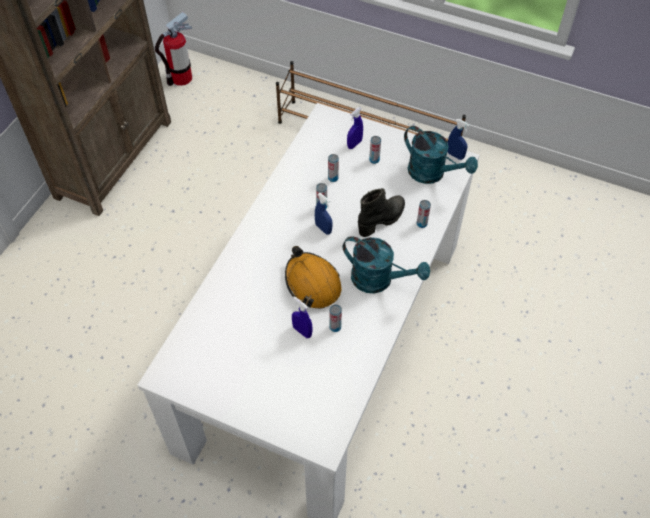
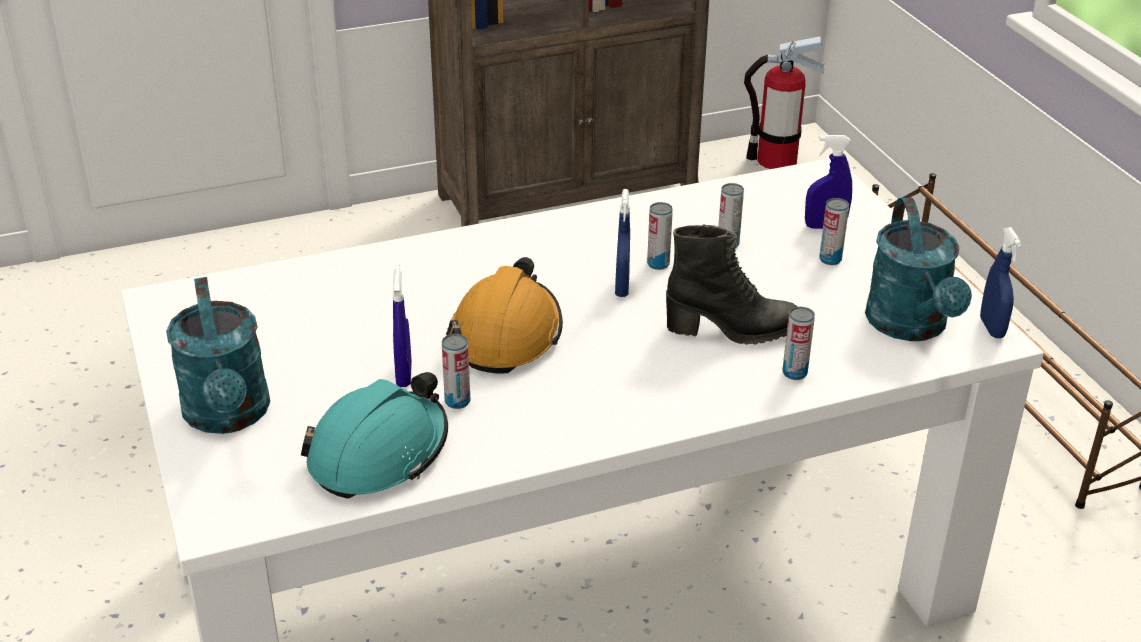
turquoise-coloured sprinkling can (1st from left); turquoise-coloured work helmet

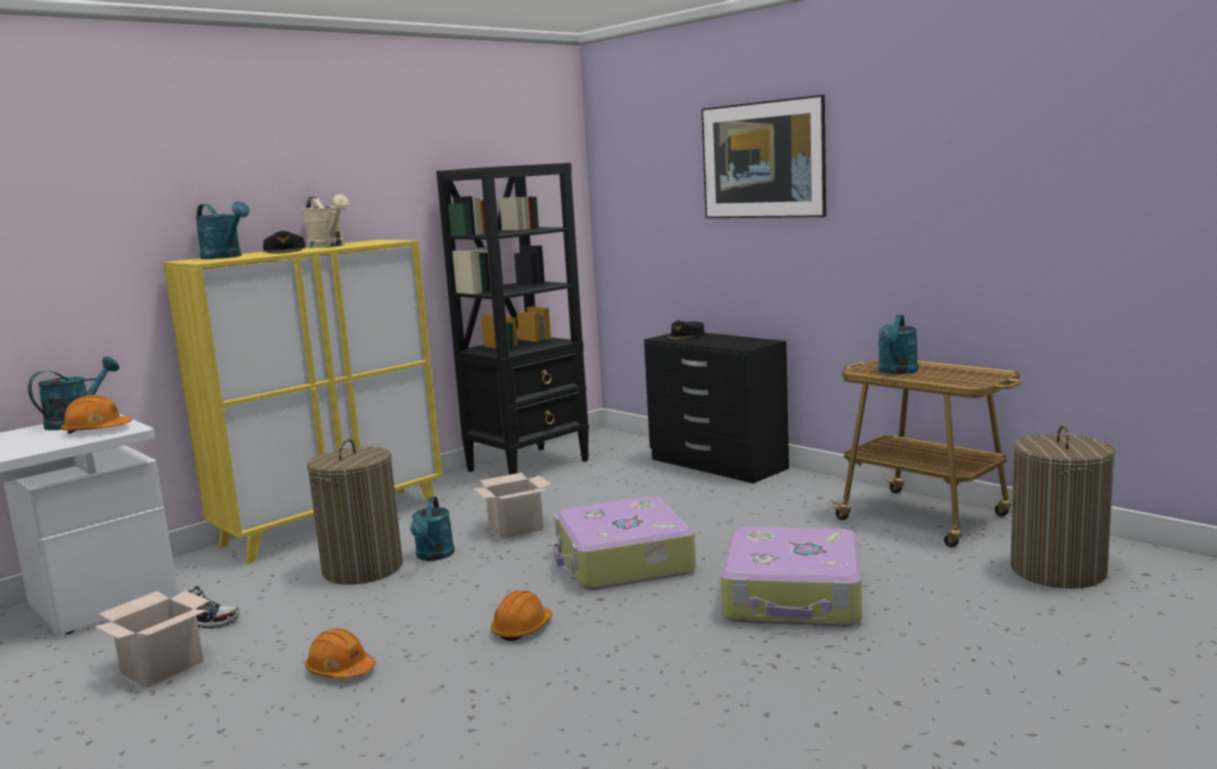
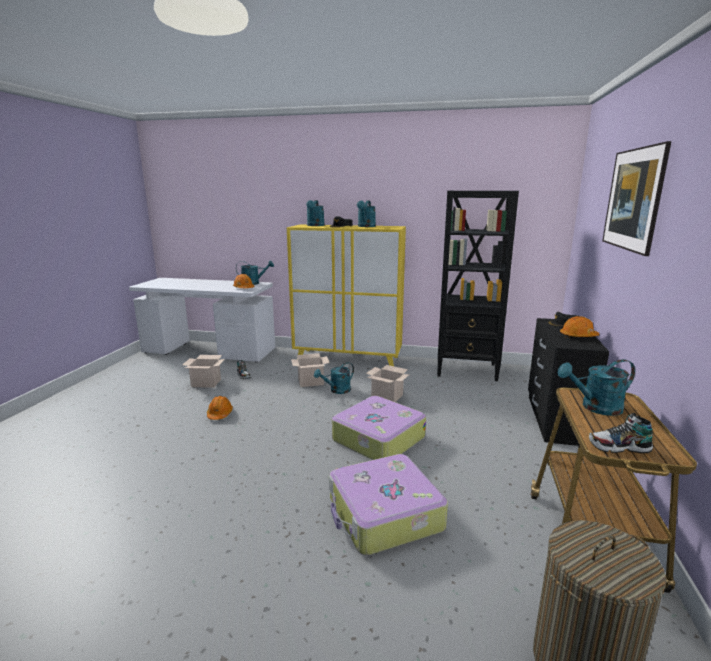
packing box (2nd from left); turquoise-coloured sprinkling can (4th from left); orange work helmet (3rd from left); shoe (2nd from left)

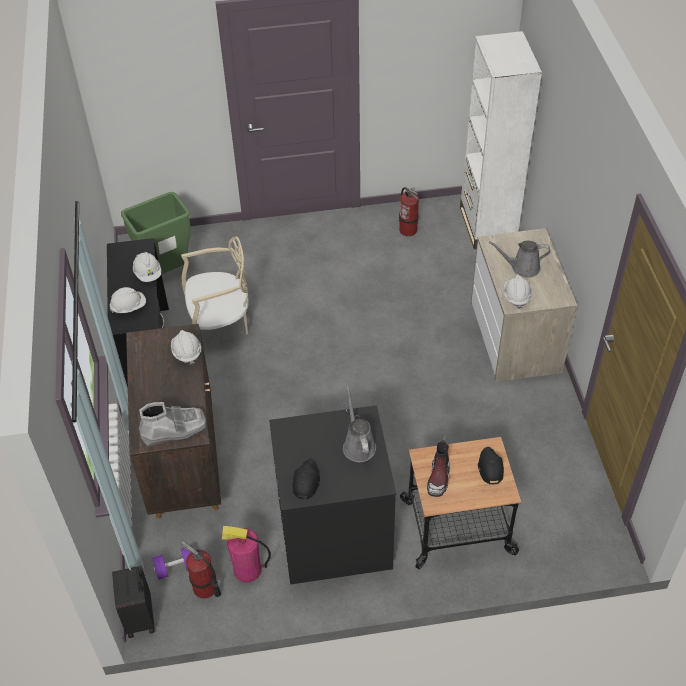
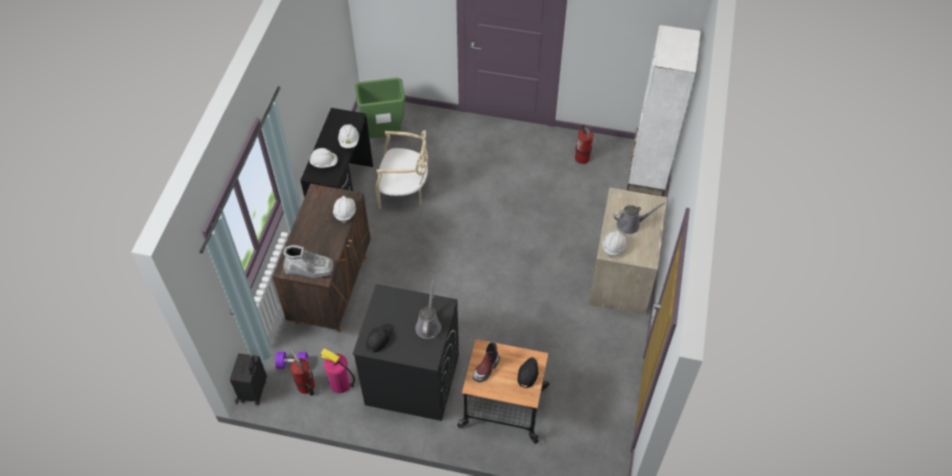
grey sprinkling can (2nd from left)

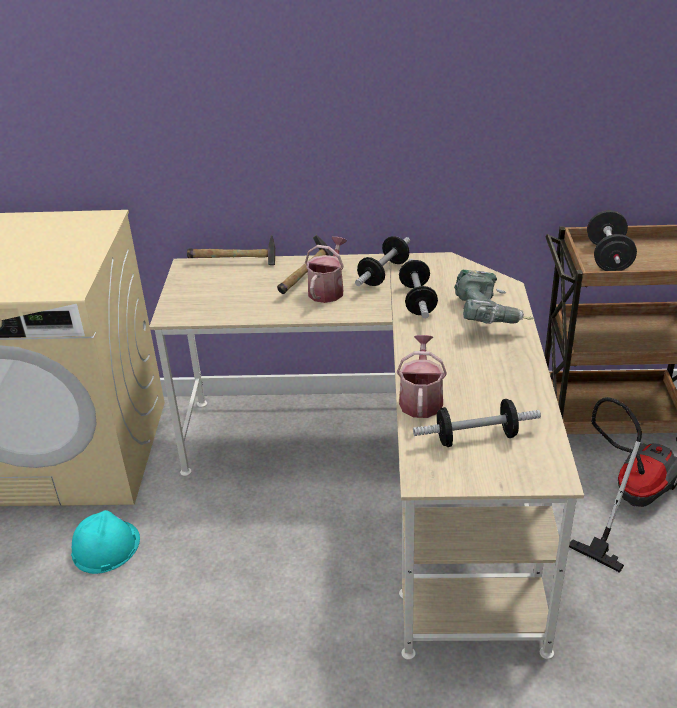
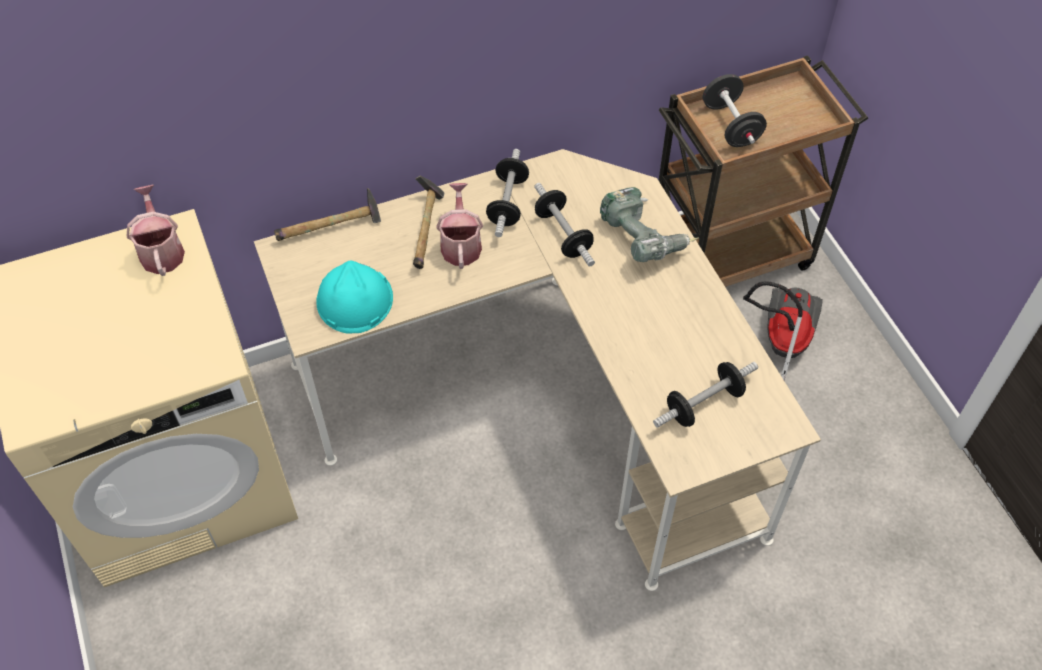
sprinkling can (1st from left); turquoise-coloured work helmet

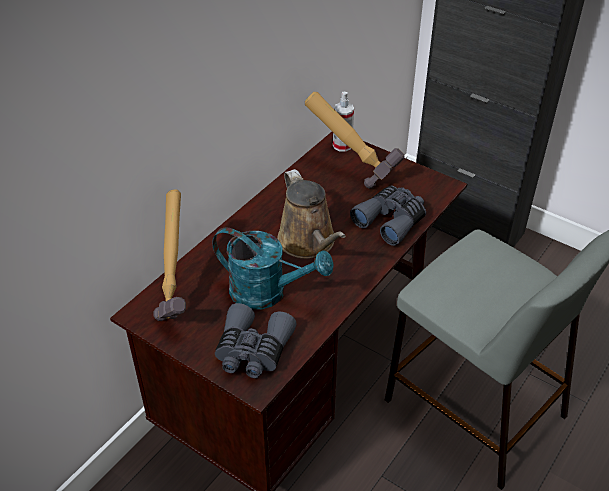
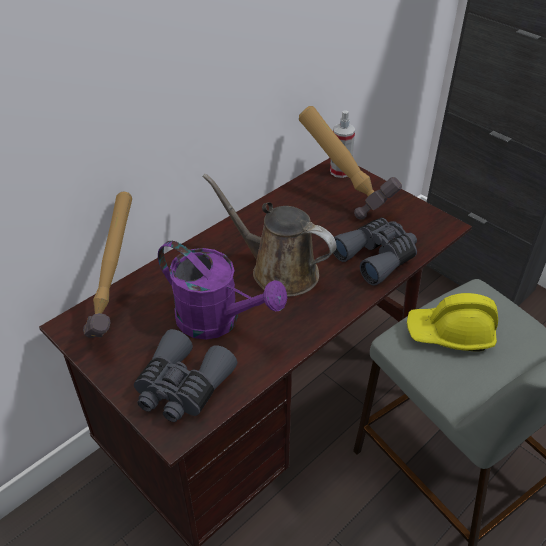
purple-coloured sprinkling can; brown sprinkling can; yellowish work helmet

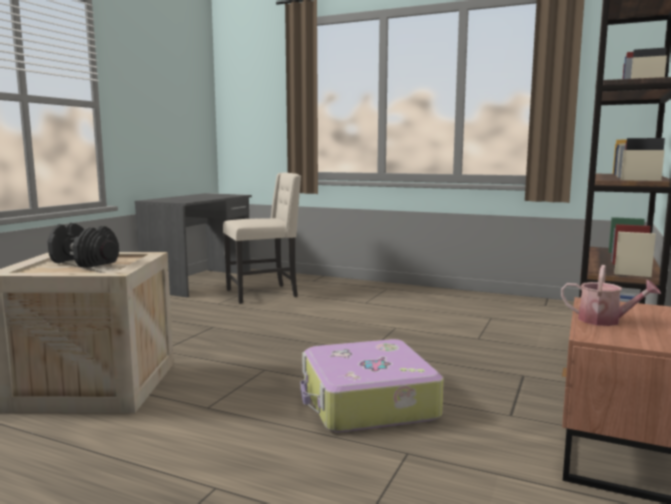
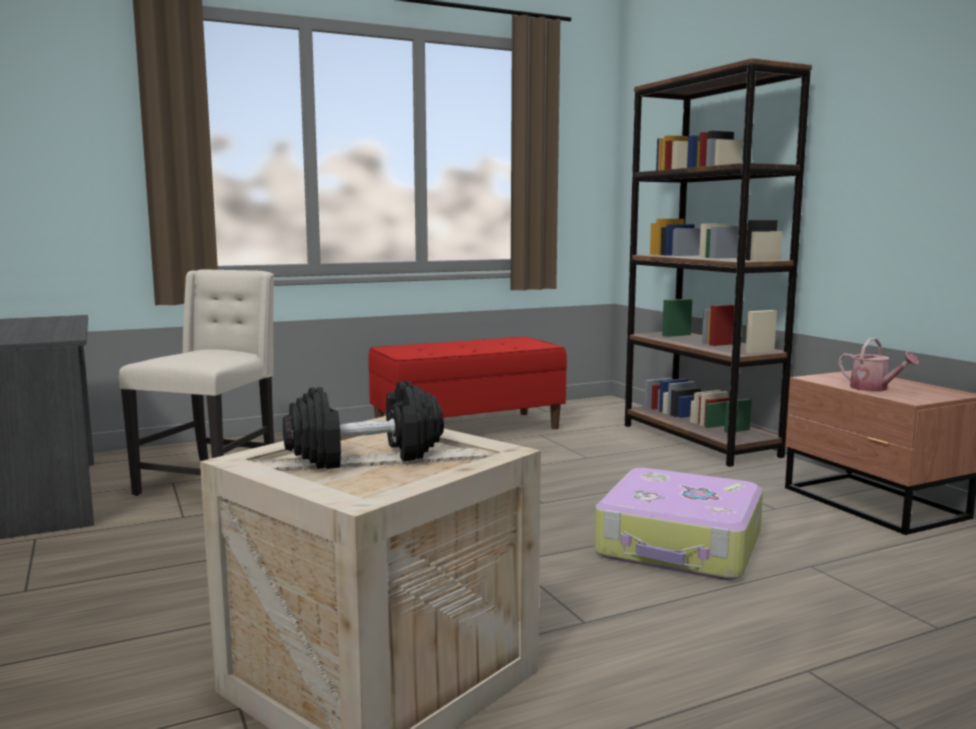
red long seat; sprinkling can

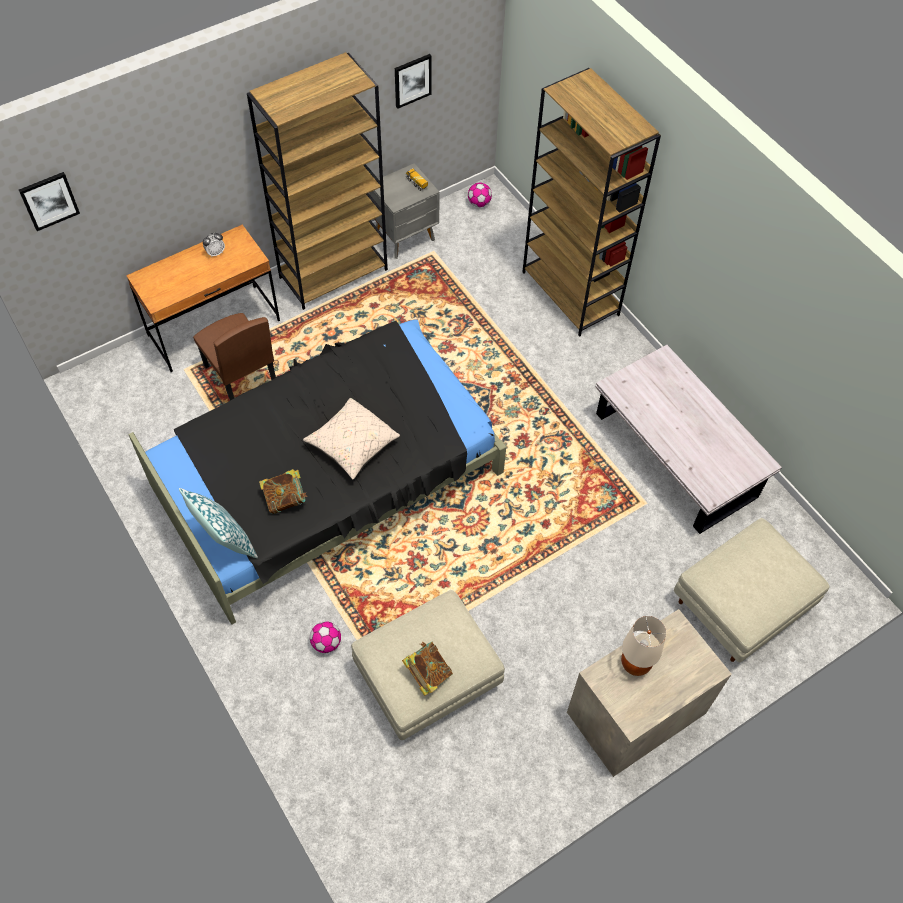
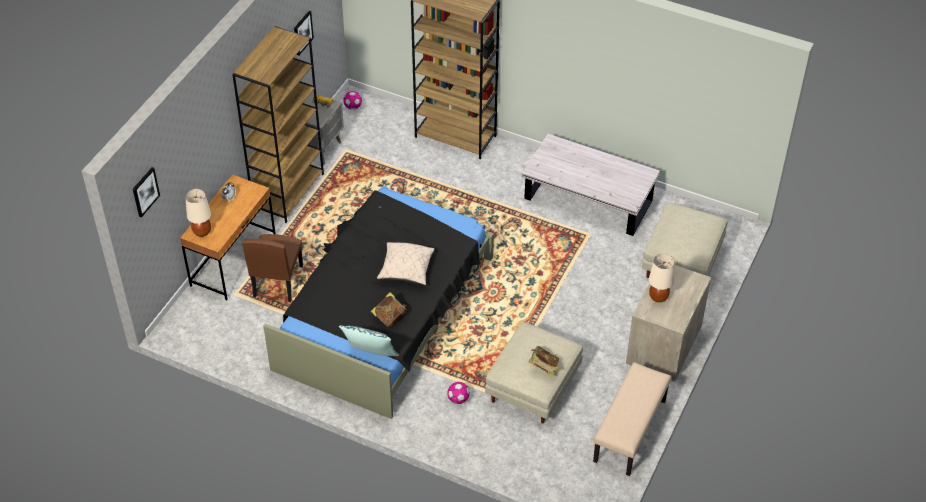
sand-coloured tabletop lamp (1st from left); brown chair; sand-coloured long seat

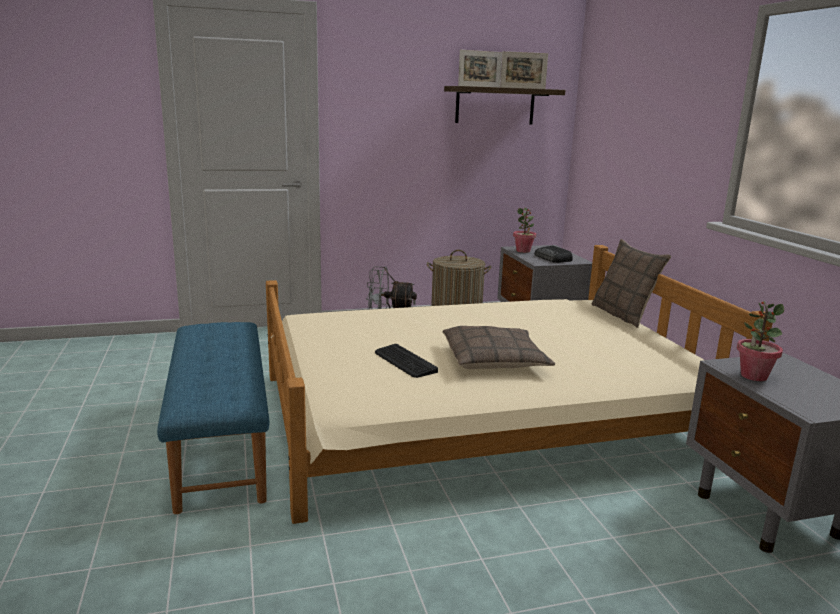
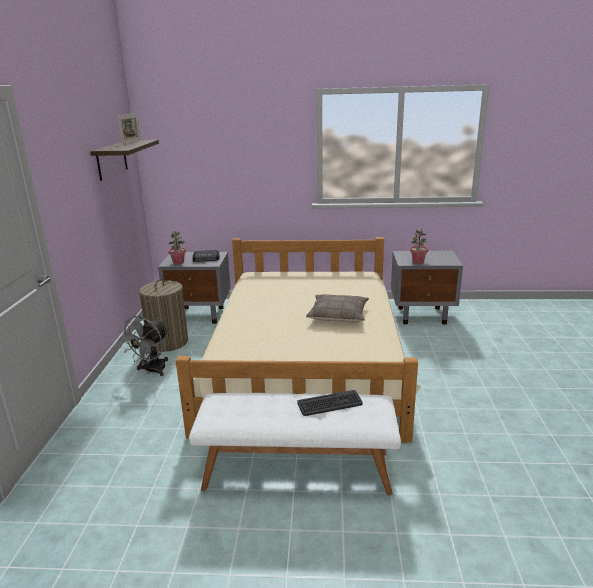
white-coloured long seat; computer keyboard; photo frame (1st from left in the first image); cushion (2nd from left in the first image)

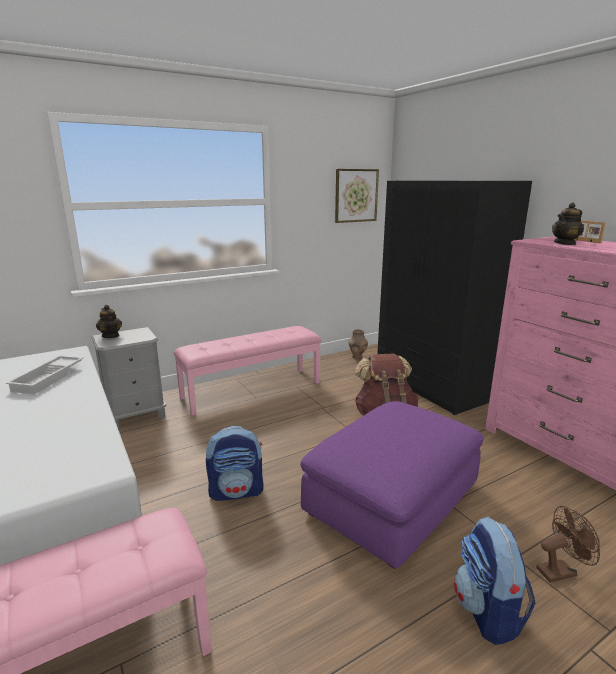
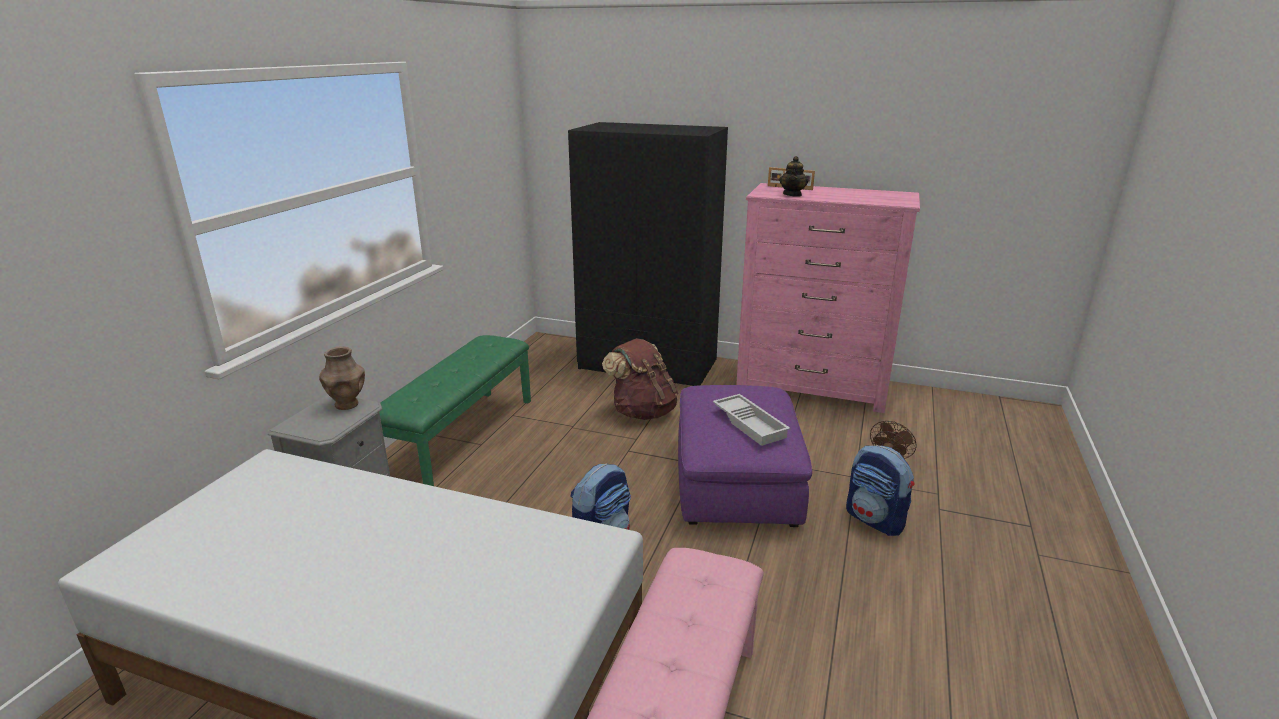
brown flower vase; greenish long seat; white-coloured serving tray; pot for tea (1st from left in the first image); wall art

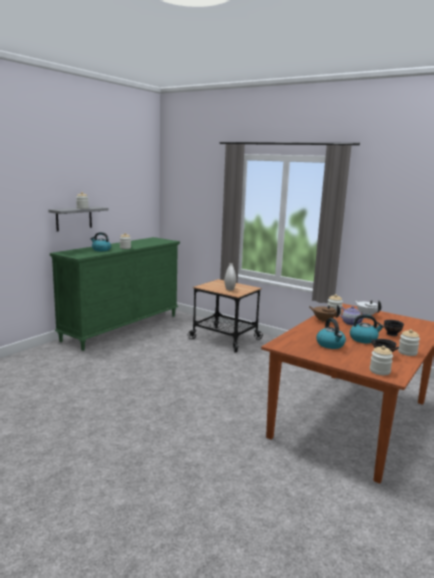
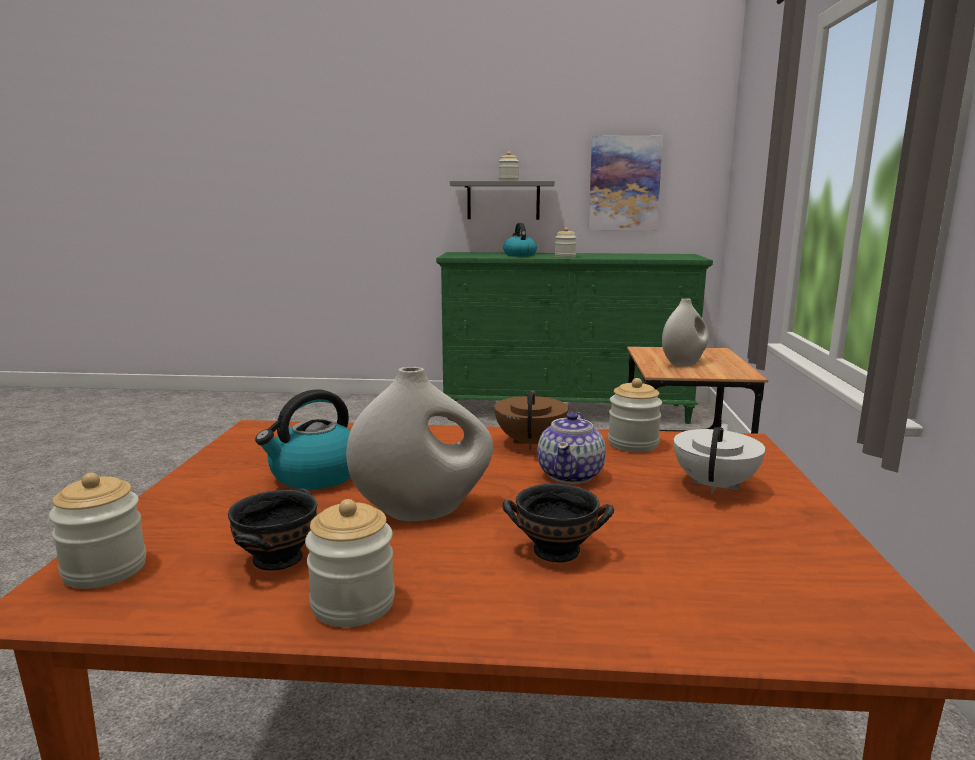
white-coloured flower vase (1st from left); wall art

